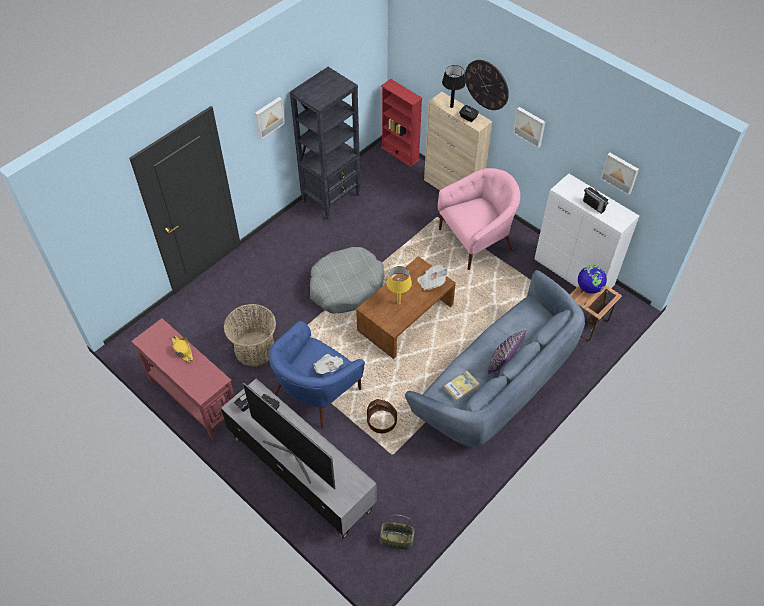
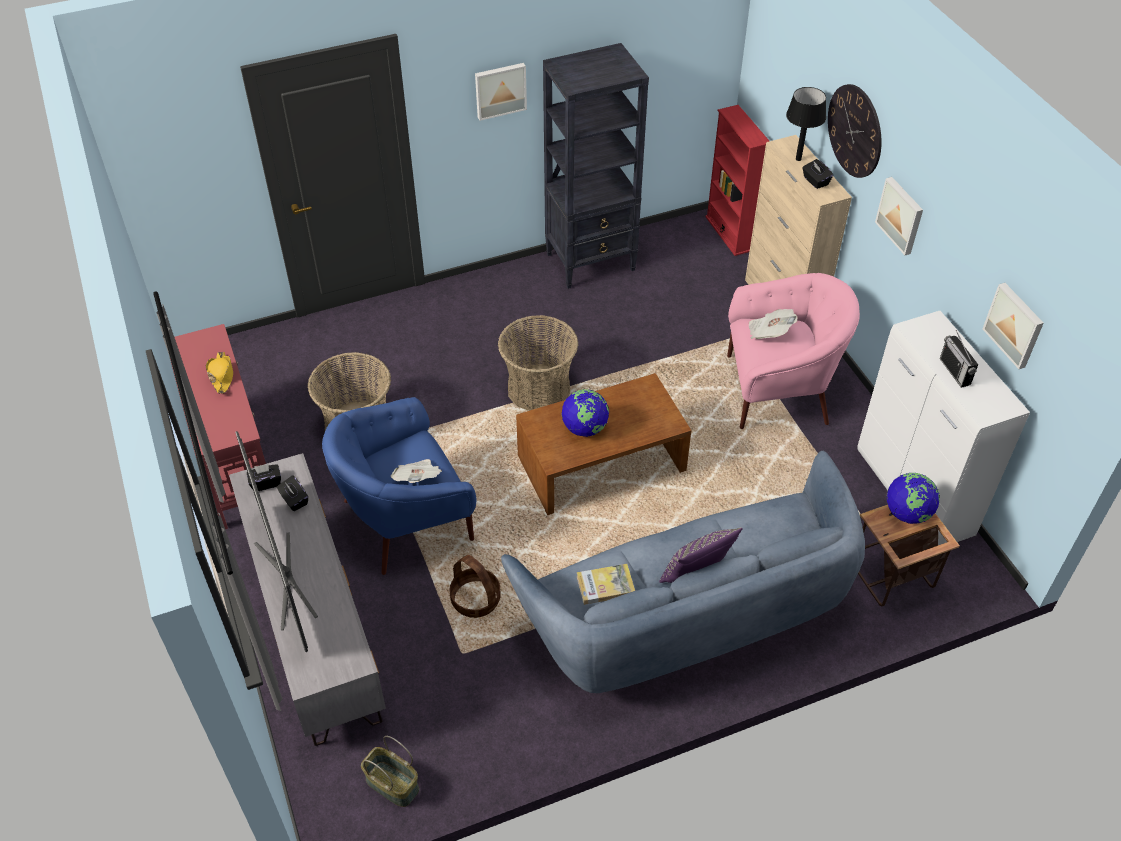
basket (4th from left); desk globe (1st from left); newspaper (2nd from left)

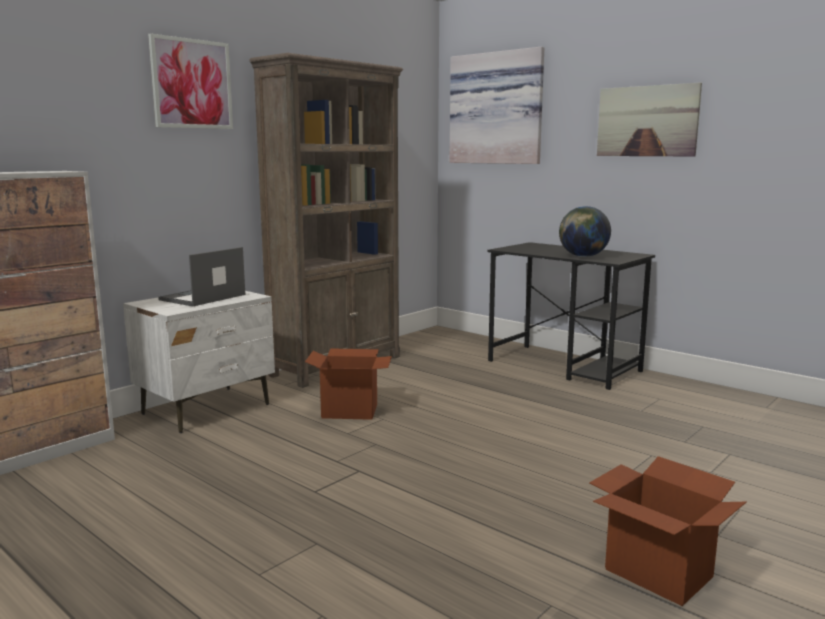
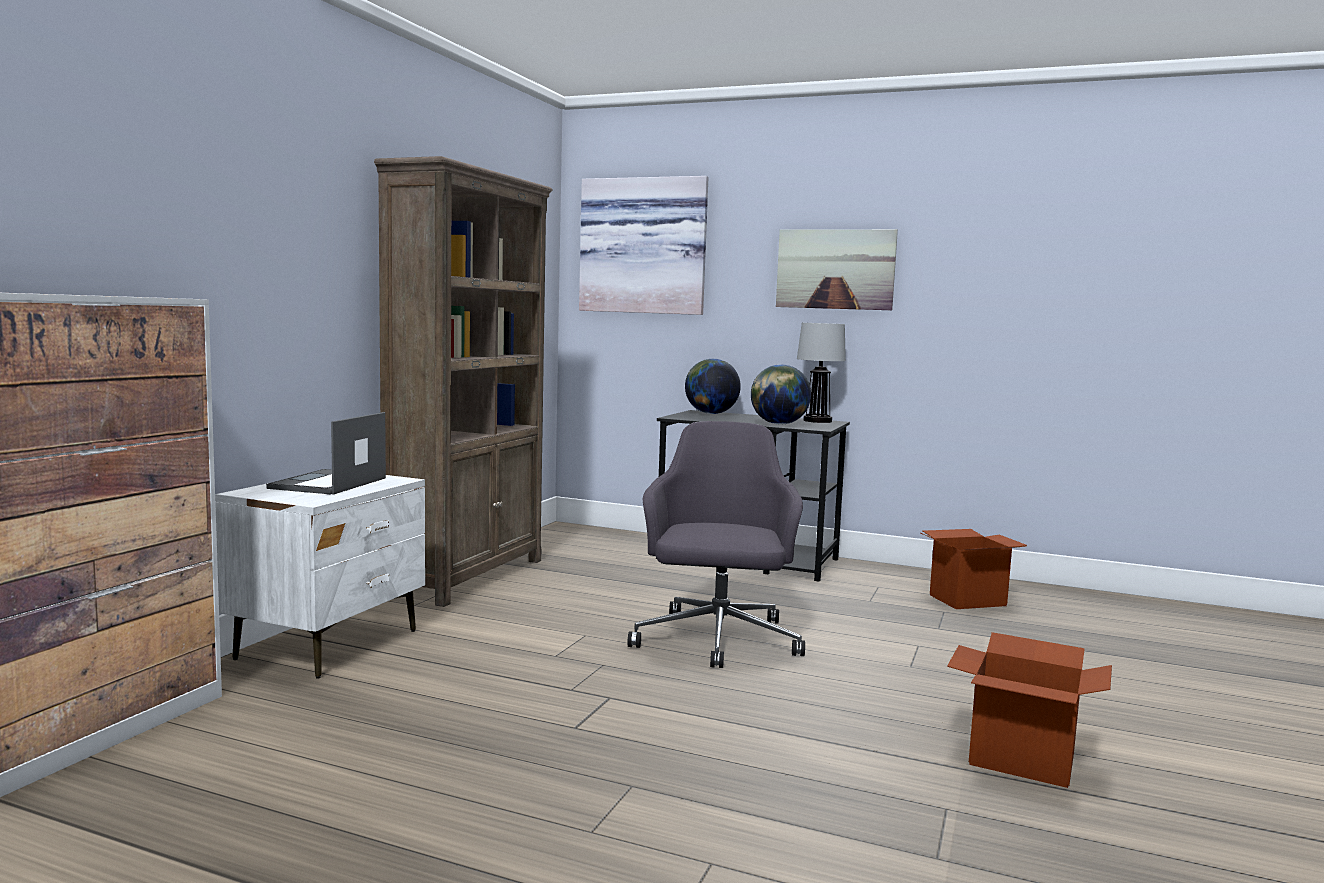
grey desk chair; desk globe (1st from left); tabletop lamp; packing box (1st from left); wall art (1st from left in the first image)

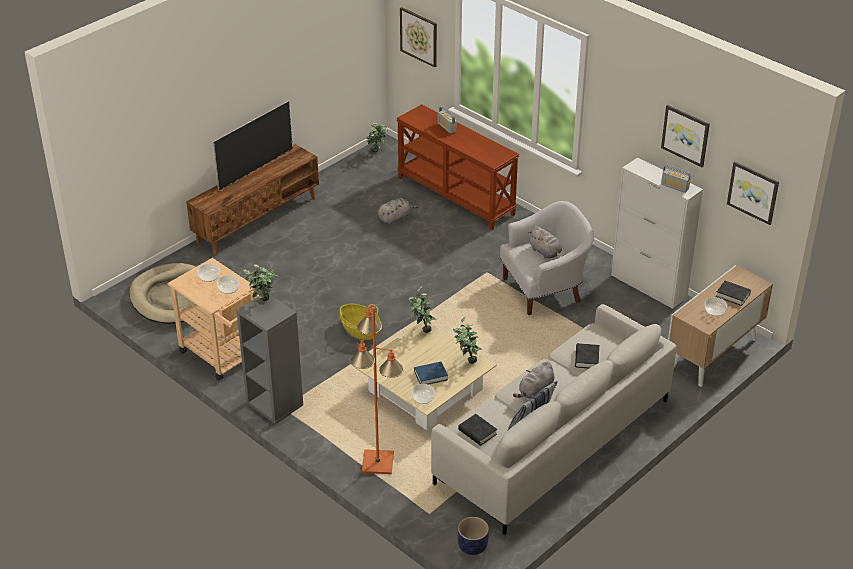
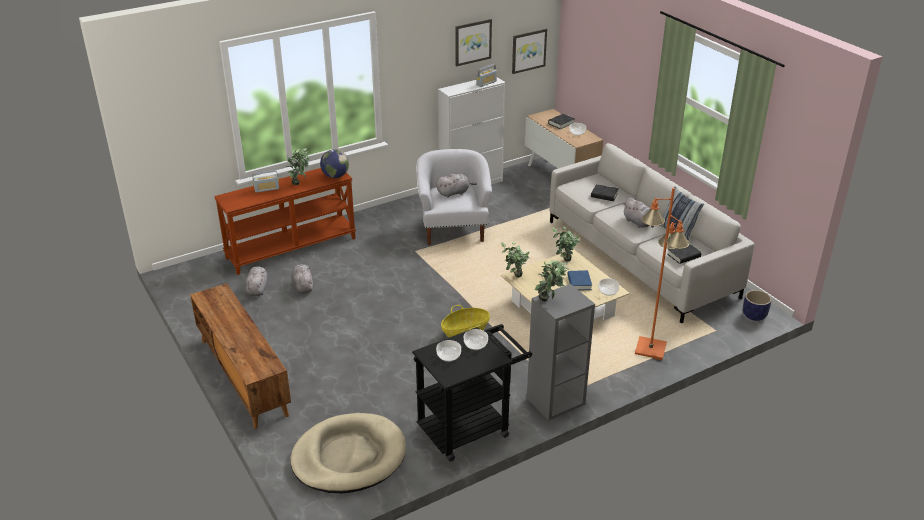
grey soft toy (1st from left); houseplant (1st from left); desk globe; black-coloured cart; television; wall art (1st from left in the first image)

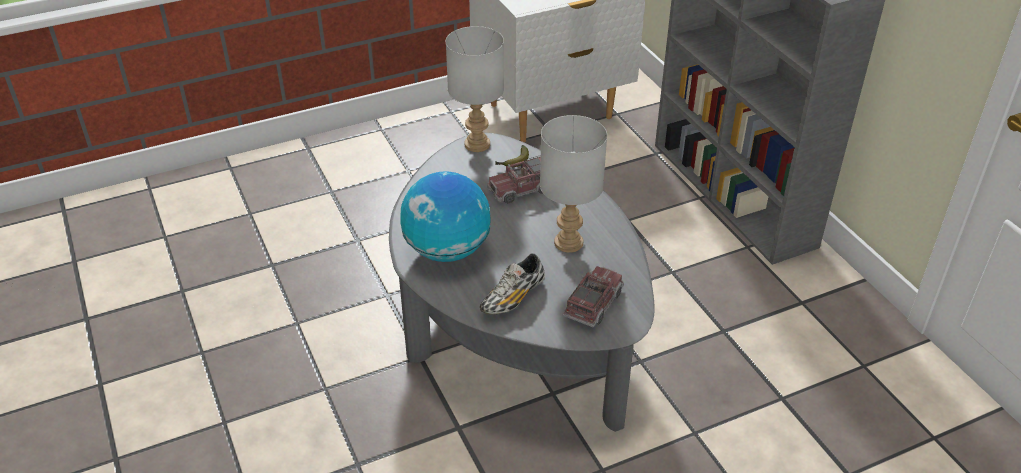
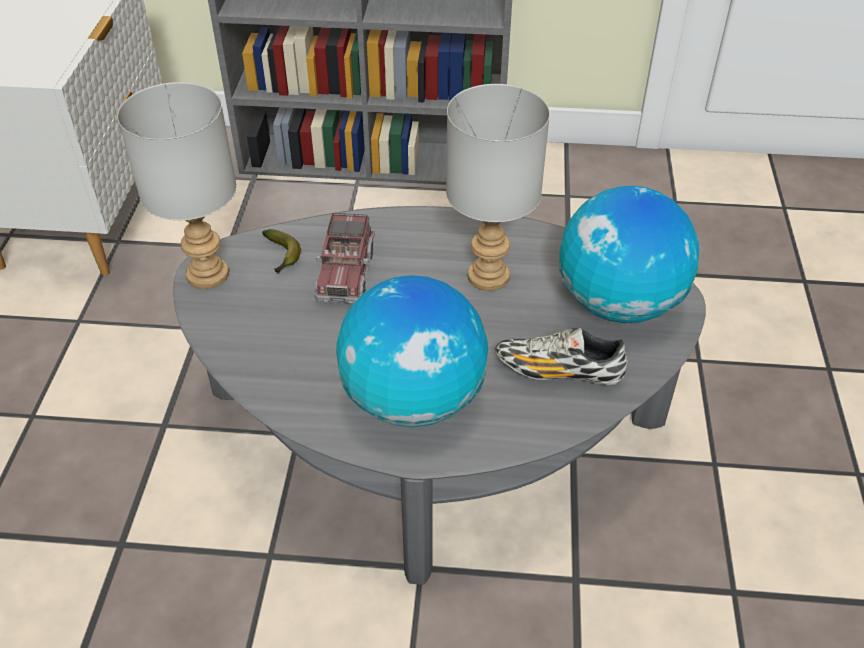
shoe; desk globe (2nd from left)

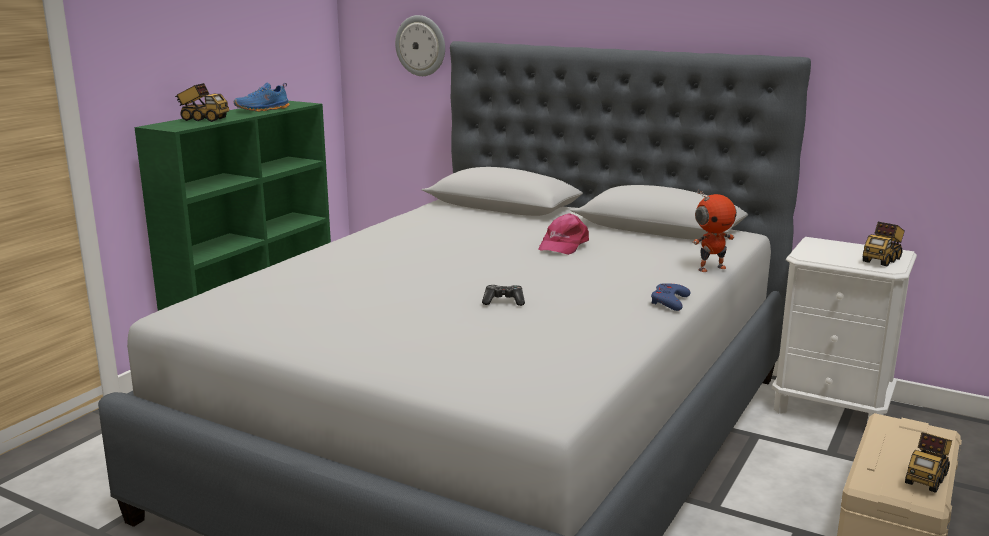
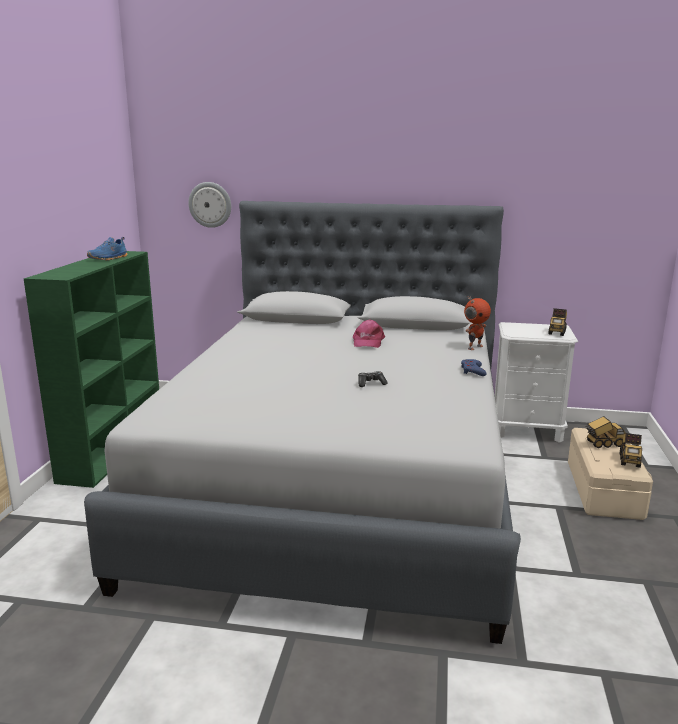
toy truck (2nd from left)

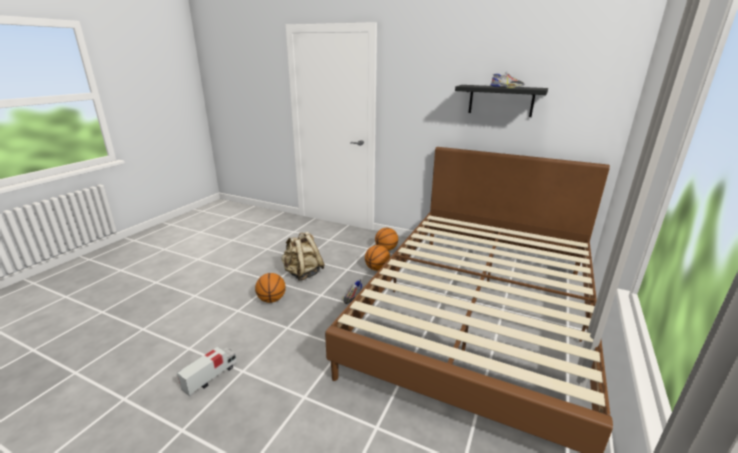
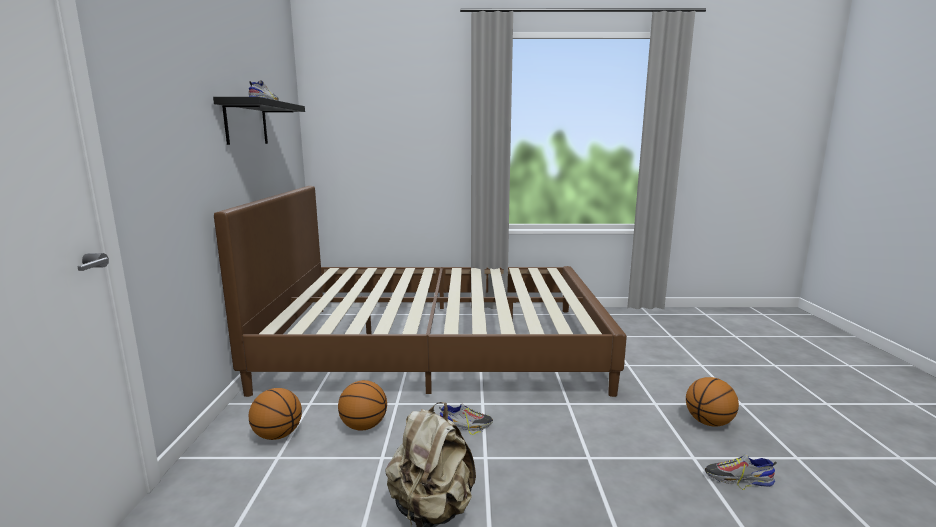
basketball (3rd from left); shoe (3rd from left)

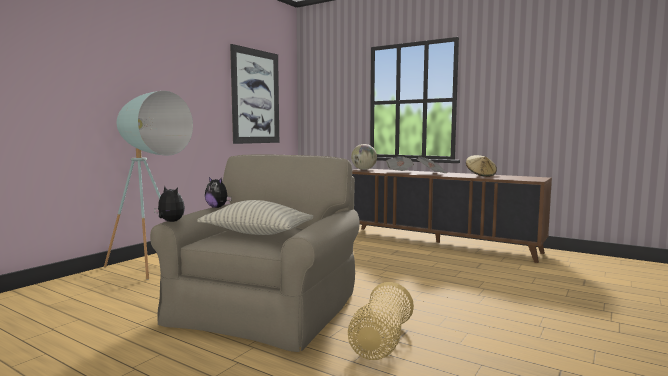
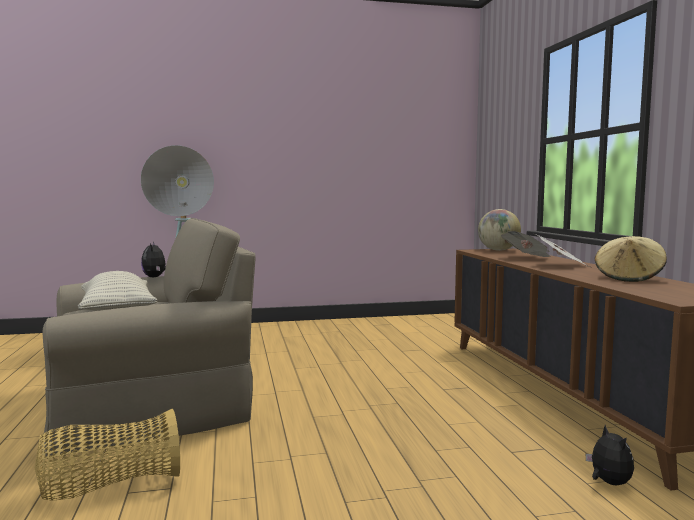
soft toy (2nd from left); wall art

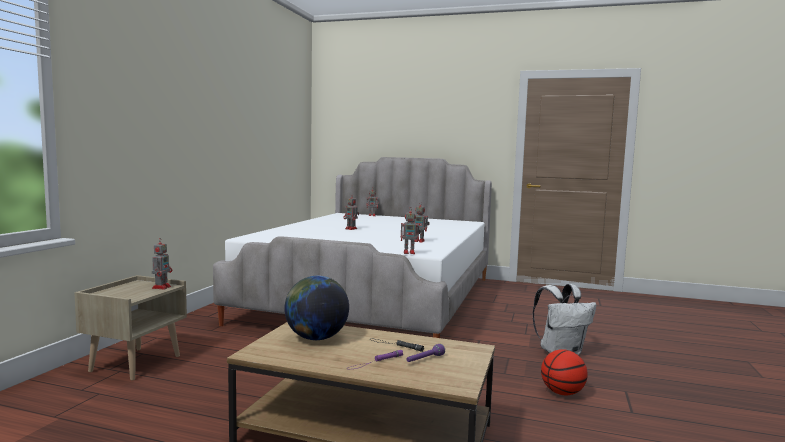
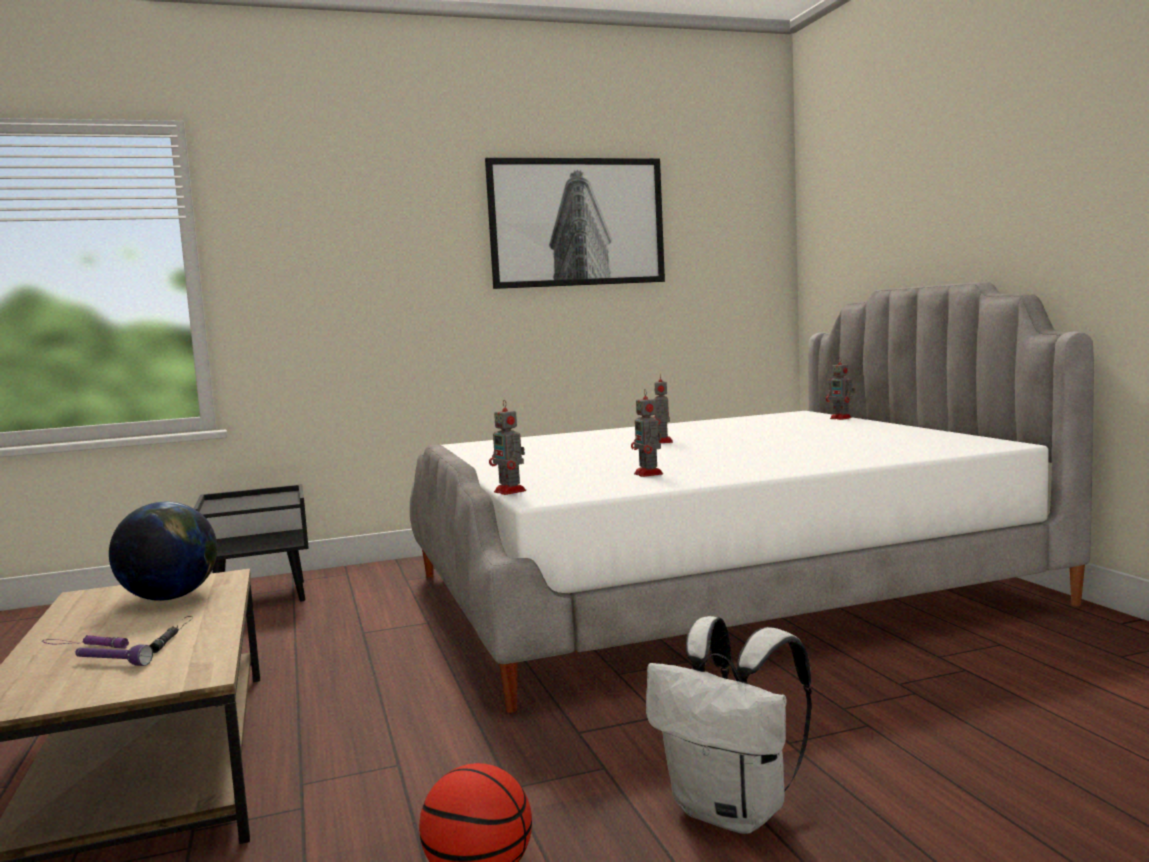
black-coloured night table; wall art; robot figure (1st from left in the first image)

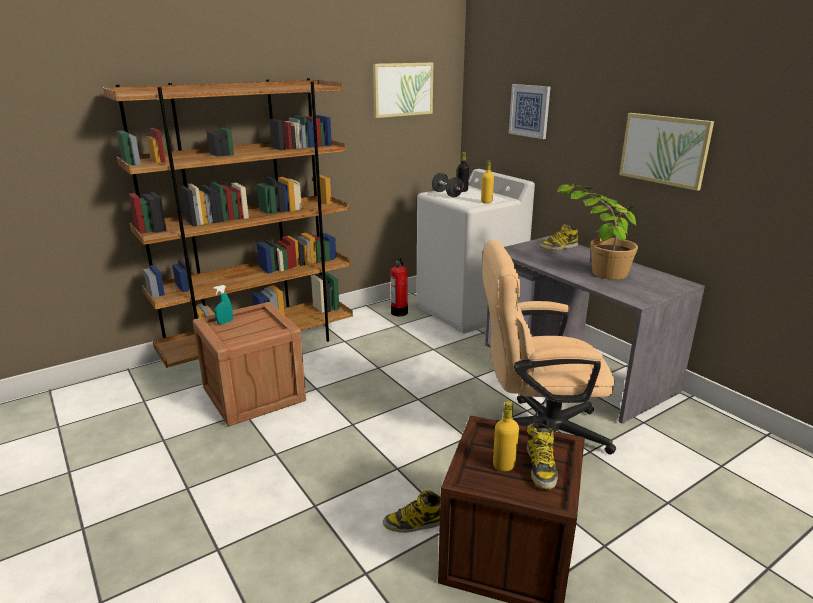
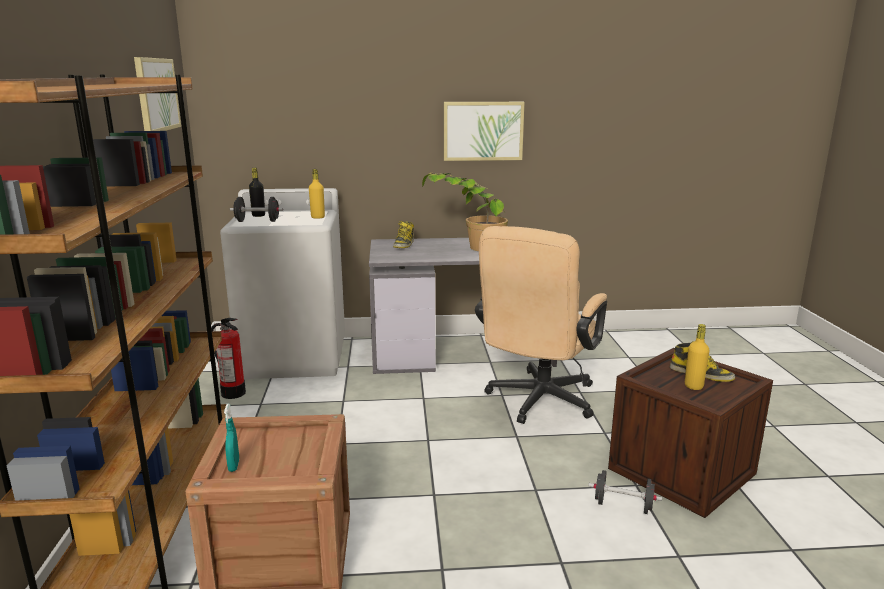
black-coloured dumbbell (2nd from left); wall art (2nd from left in the first image)

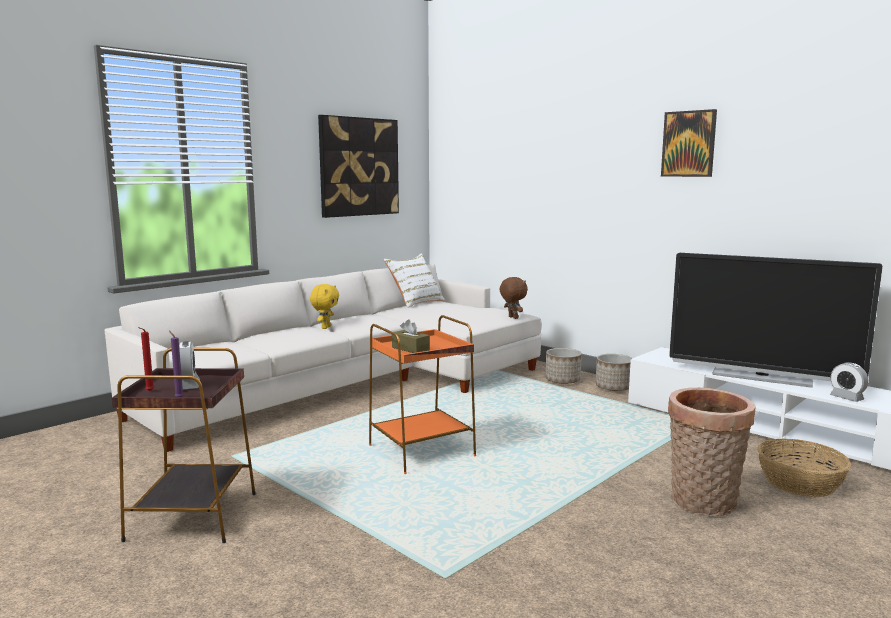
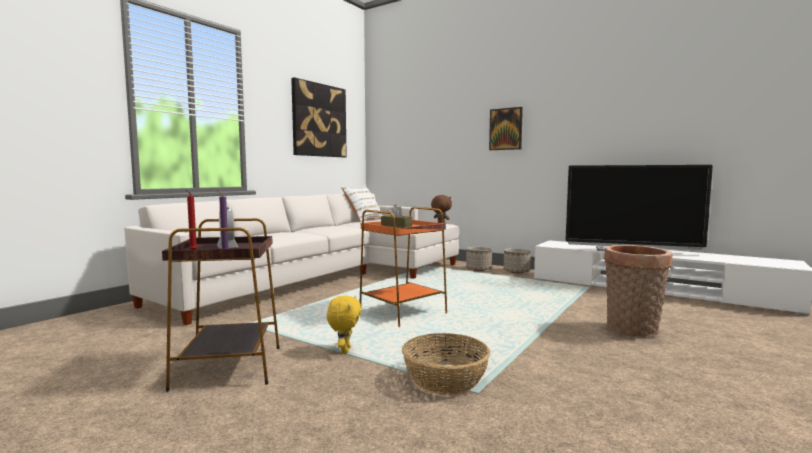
yellowish soft toy; basket (1st from left); wall art (2nd from left); table clock (2nd from left in the first image)

